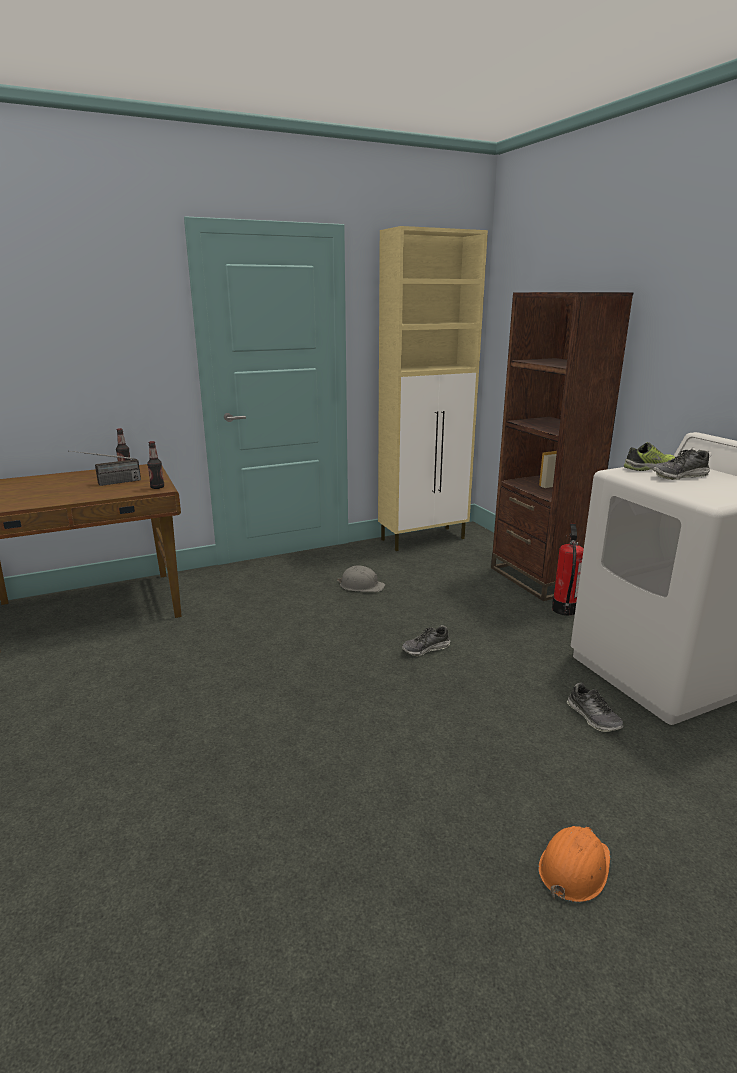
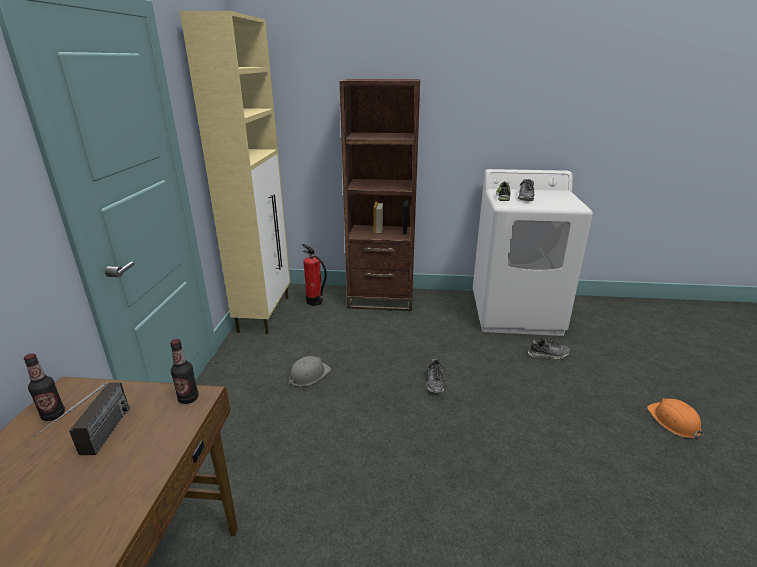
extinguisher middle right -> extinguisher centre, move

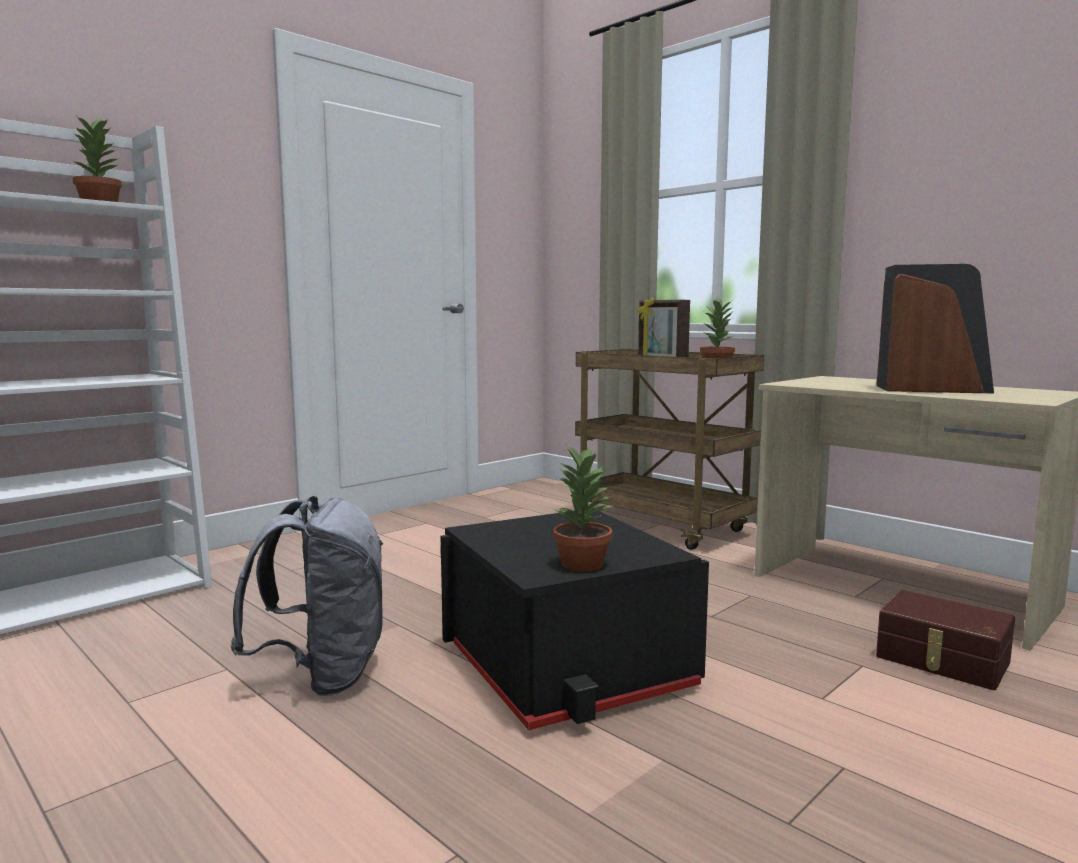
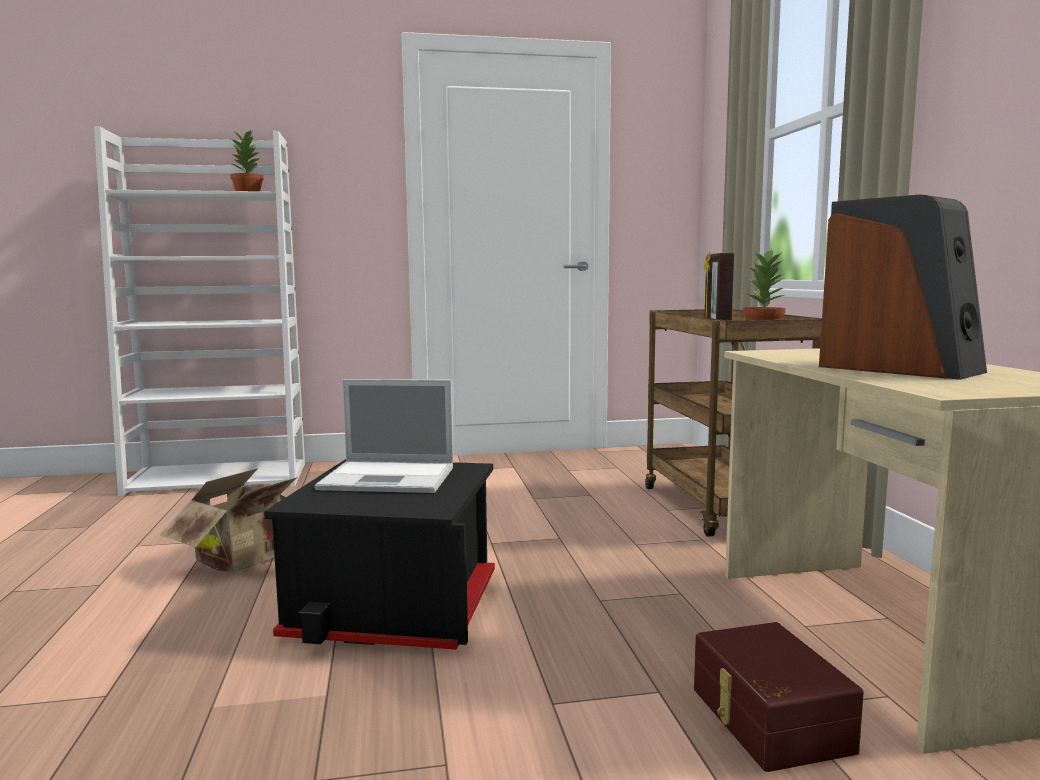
potted_plant (2nd from left) centre -> none
gray_rucksack bottom left -> carton bottom left
none -> notebook_computer centre

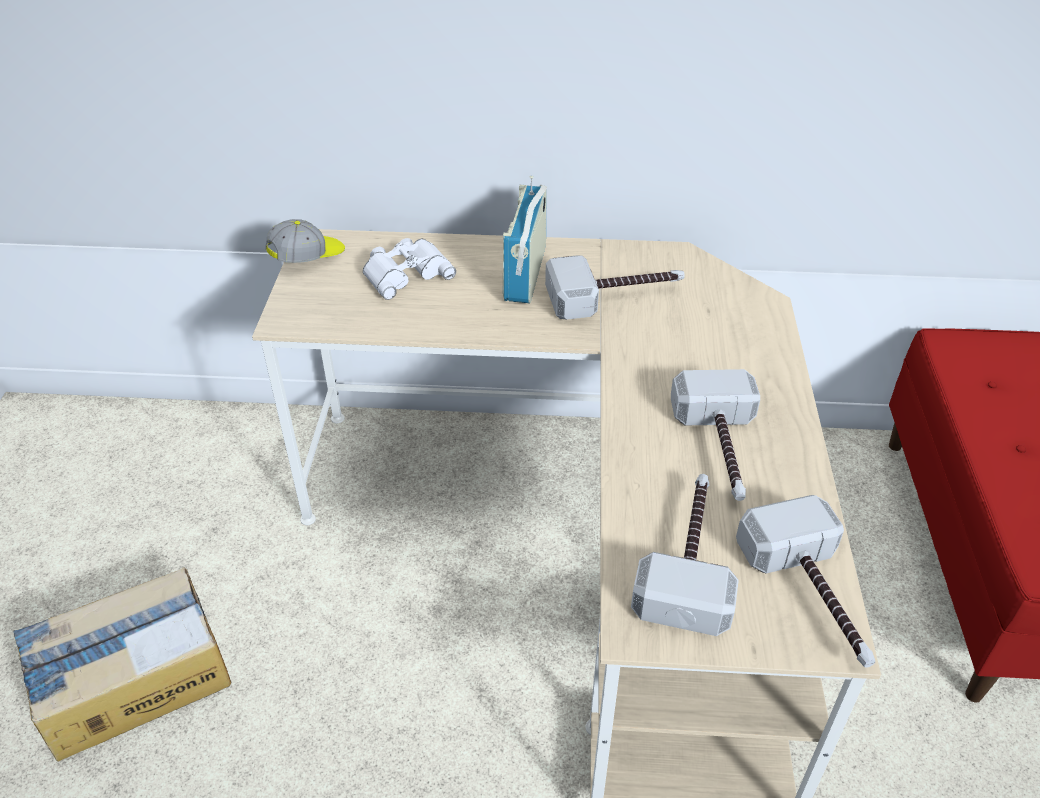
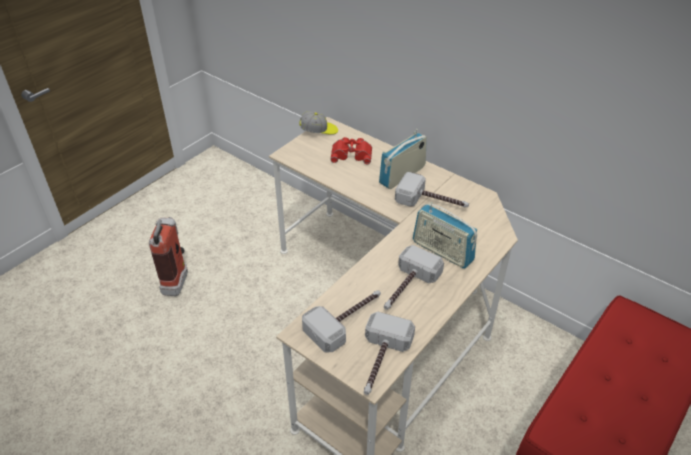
whitish_binoculars centre -> red_binoculars top centre
carton bottom left -> extinguisher middle left
none -> radio_set (2nd from left) centre

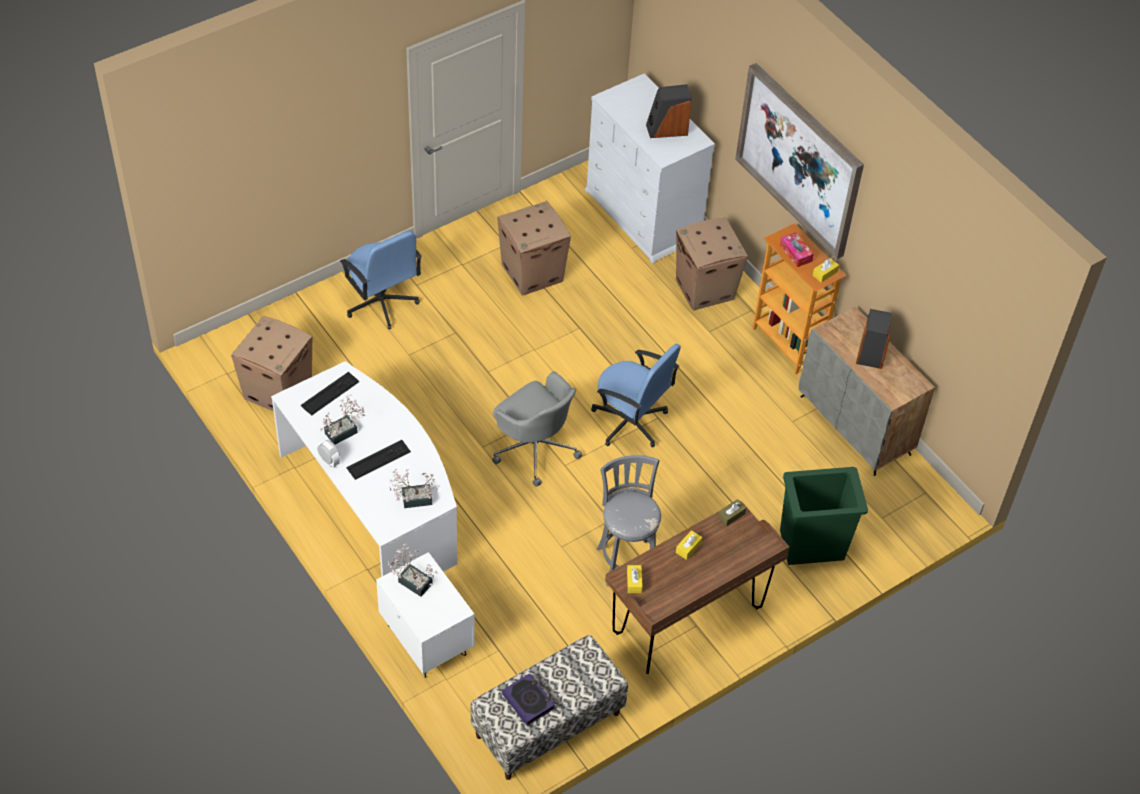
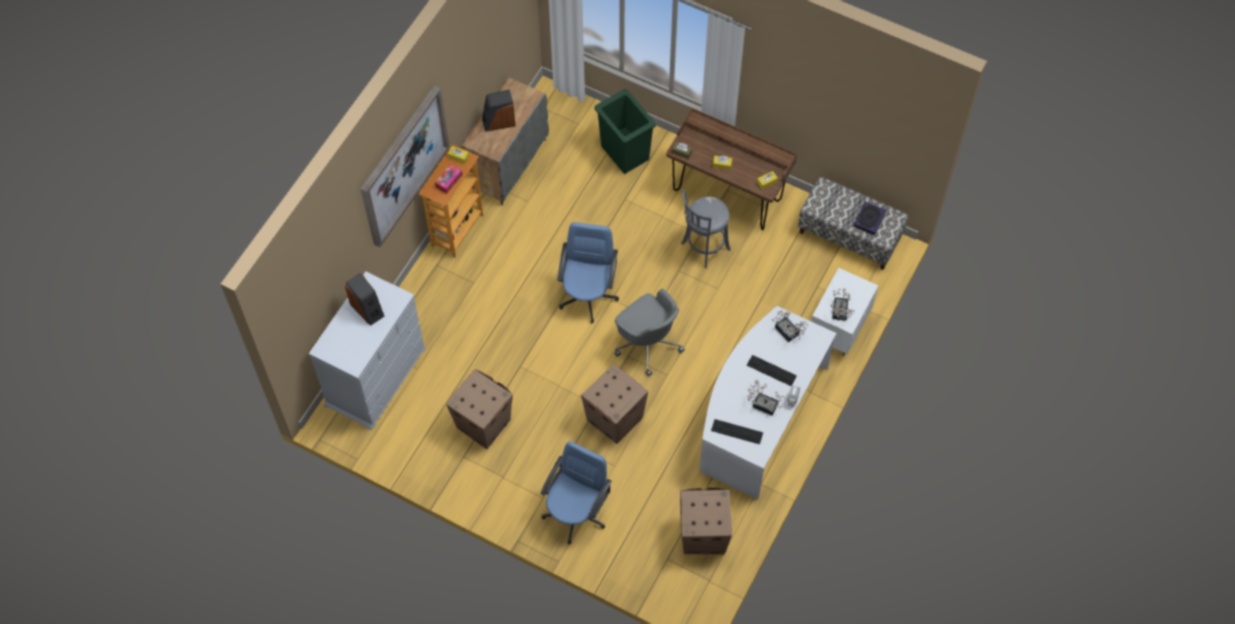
carton (3rd from left in the first image) top centre -> carton (2nd from left) centre, move
gray_computer_chair centre, 120 degrees clockwise

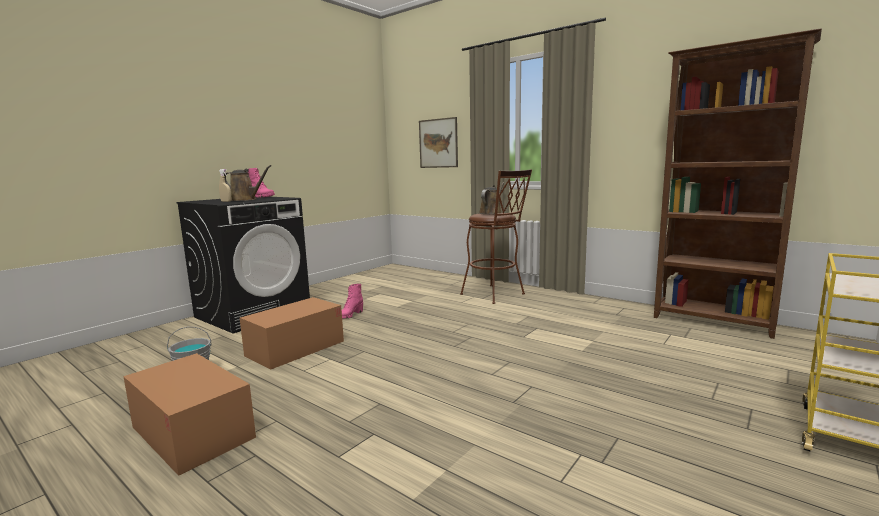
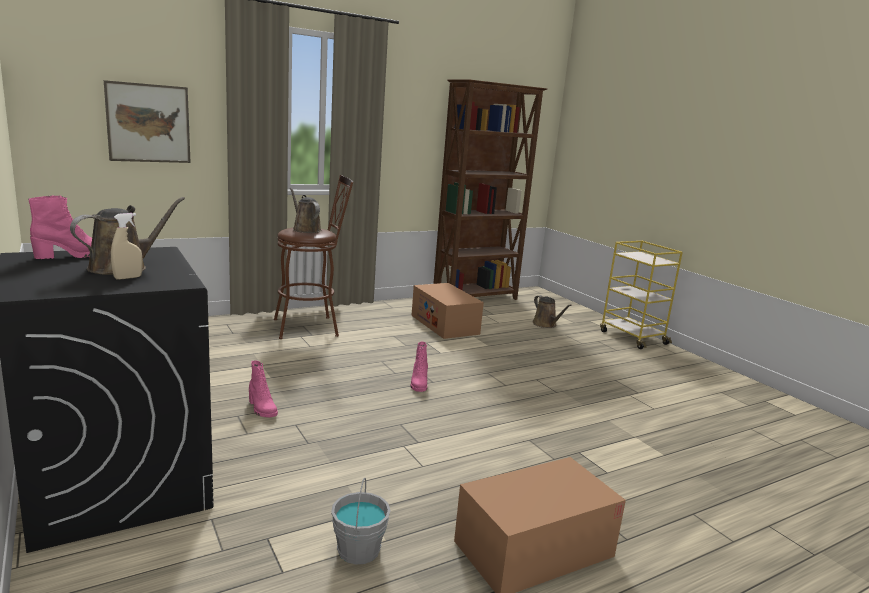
carton (2nd from left in the first image) middle left -> carton (1st from left) centre, move
none -> brown_watering_can (3rd from left) centre
none -> pinkish_high-top_boot (3rd from left) centre

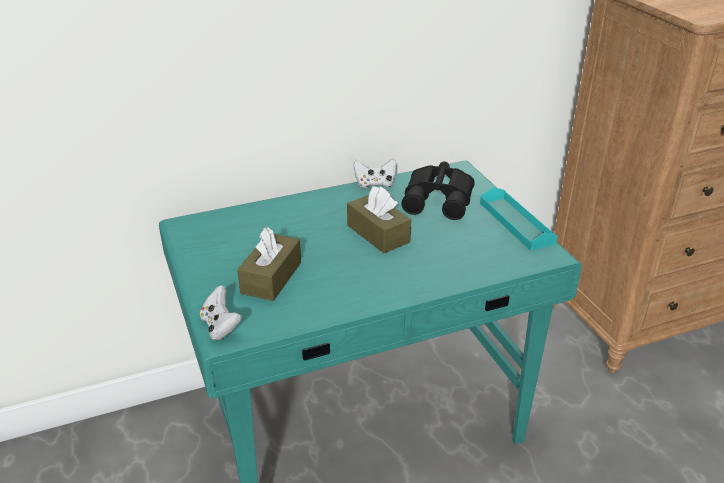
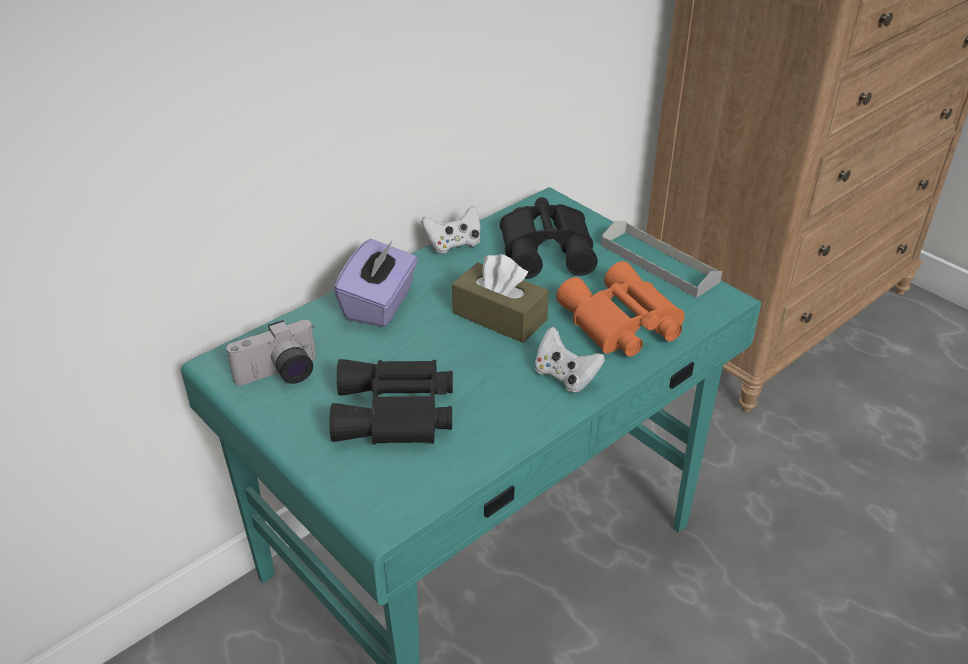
turquoise_carrying_tray middle right -> gray_carrying_tray middle right
brown_tissue_holder (1st from left) centre -> black_binoculars (1st from left) centre
whitish_gamepad (1st from left in the first image) middle left -> whitish_gamepad (2nd from left) centre, move
none -> purplish_tissue_holder centre
none -> orange_binoculars centre
none -> still_camera middle left

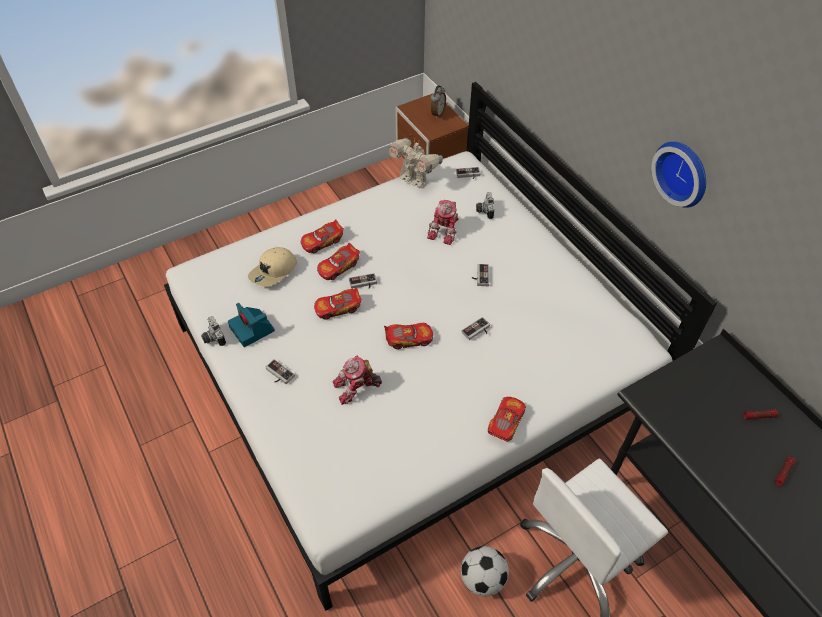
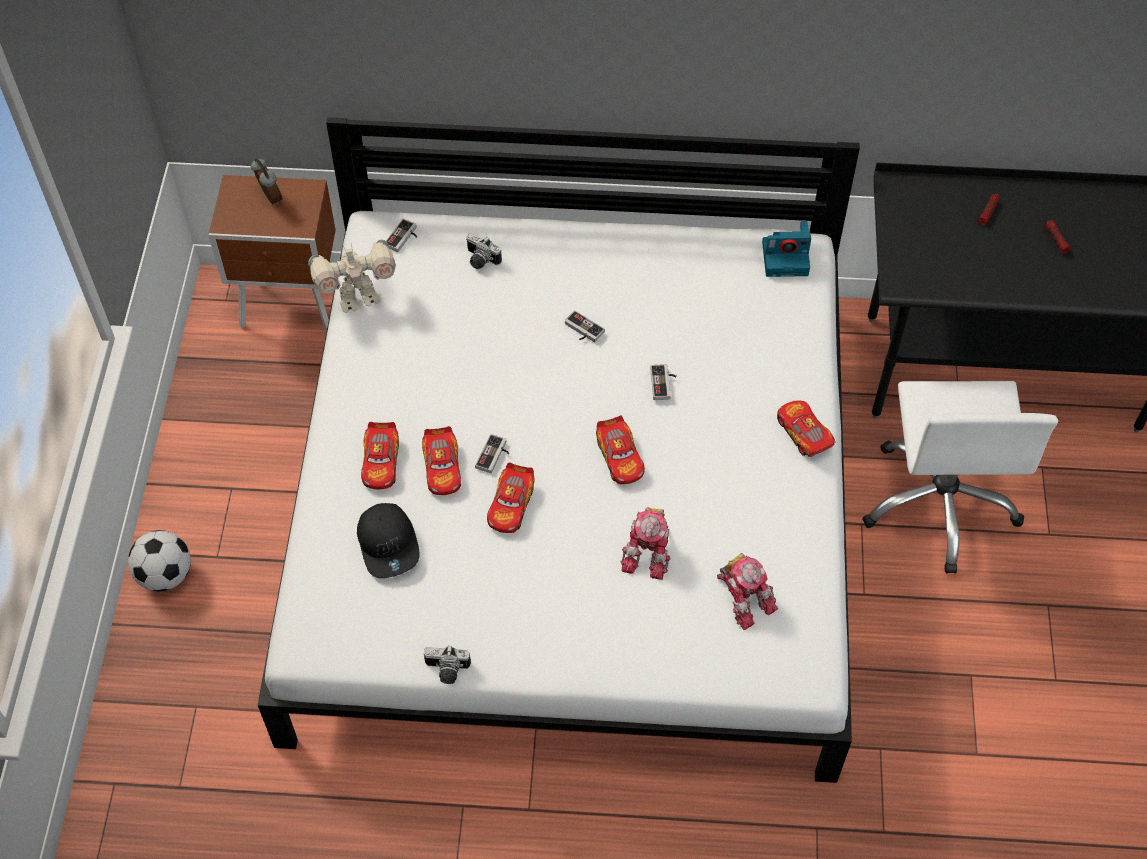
hanging_clock top right -> none
toy_robot (3rd from left) centre -> toy_robot (3rd from left) bottom centre, move
sand-coloured_cap middle left -> black_cap centre
still_camera (2nd from left in the first image) middle left -> still_camera (3rd from left) top right, move
miniature_car (4th from left) centre, 135 degrees clockwise
gamepad (1st from left) centre -> none
ball_for_football bottom centre -> ball_for_football middle left, move

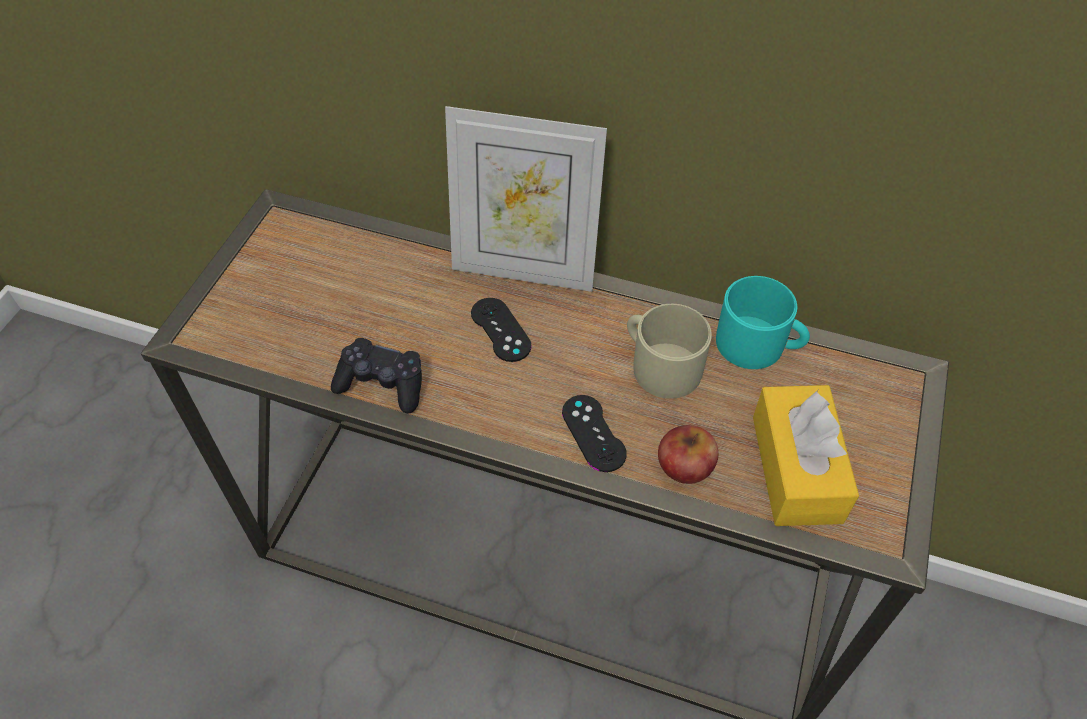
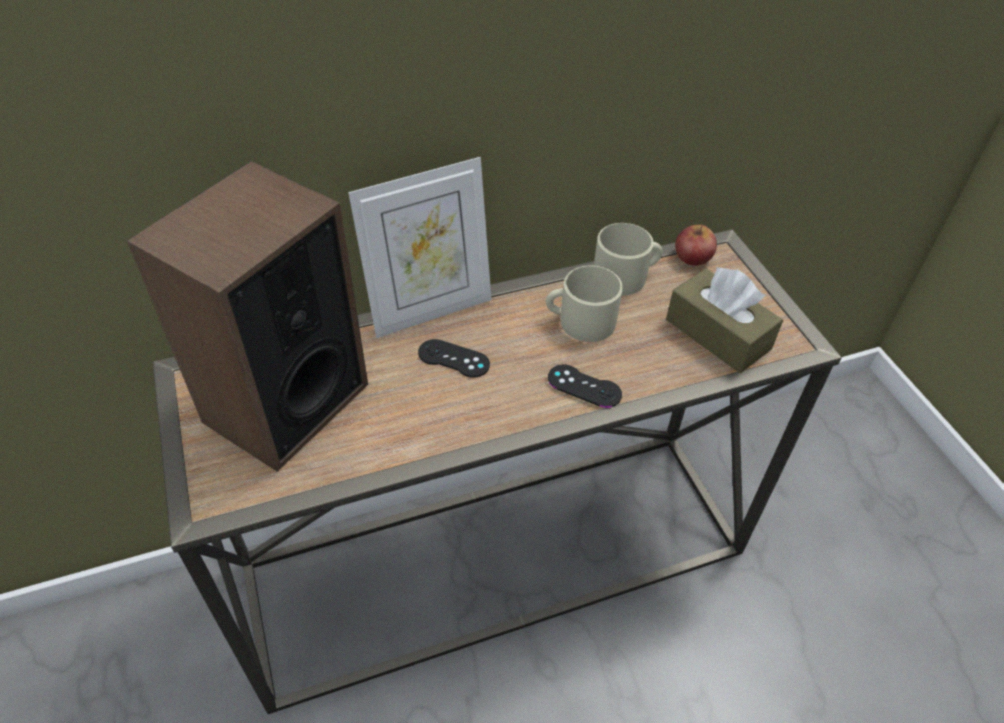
turquoise_tea_mug middle right -> sand-coloured_tea_mug (2nd from left) centre
black_gamepad (1st from left) centre -> none
yellow-coloured_tissue_holder middle right -> brown_tissue_holder middle right
whole_apple centre -> whole_apple middle right, move
none -> loudspeaker middle left

